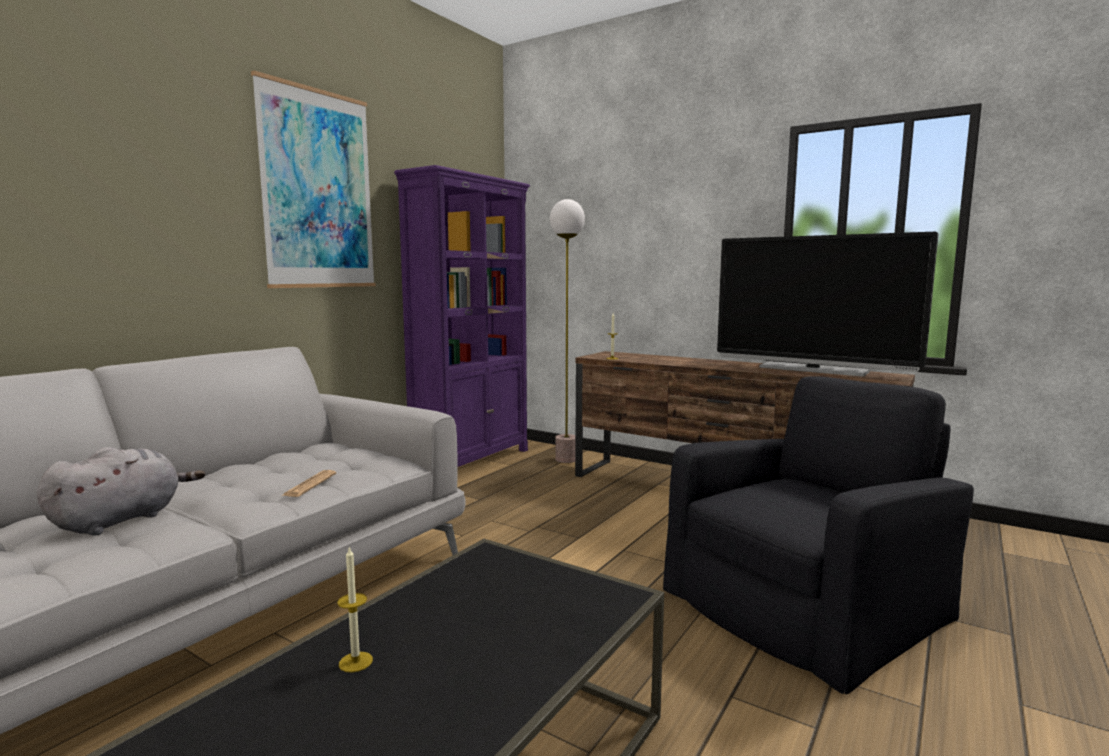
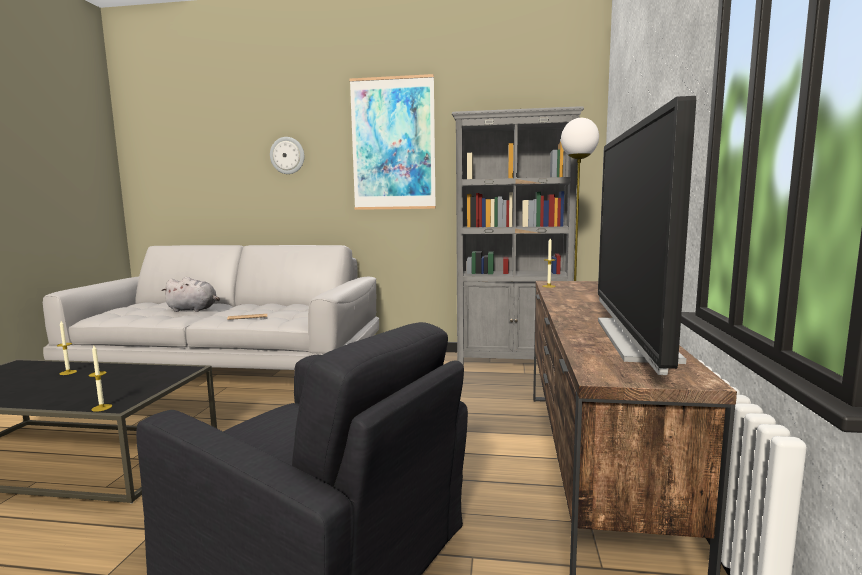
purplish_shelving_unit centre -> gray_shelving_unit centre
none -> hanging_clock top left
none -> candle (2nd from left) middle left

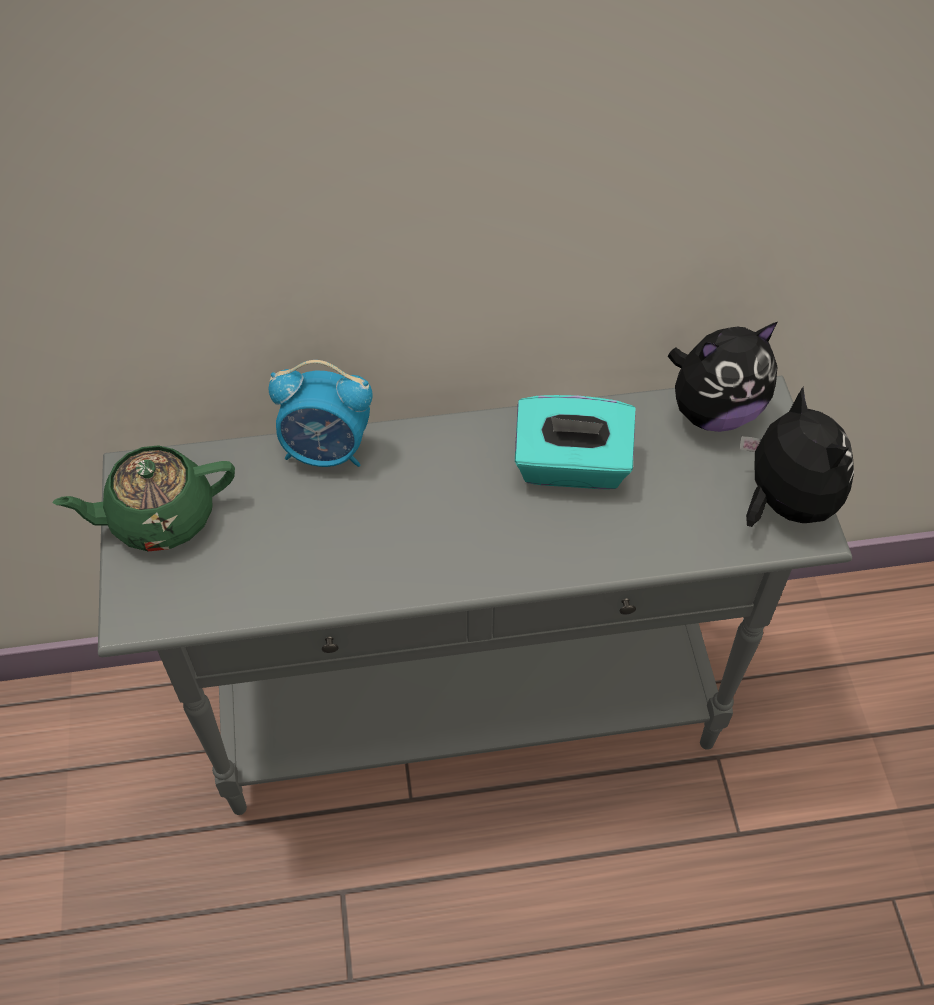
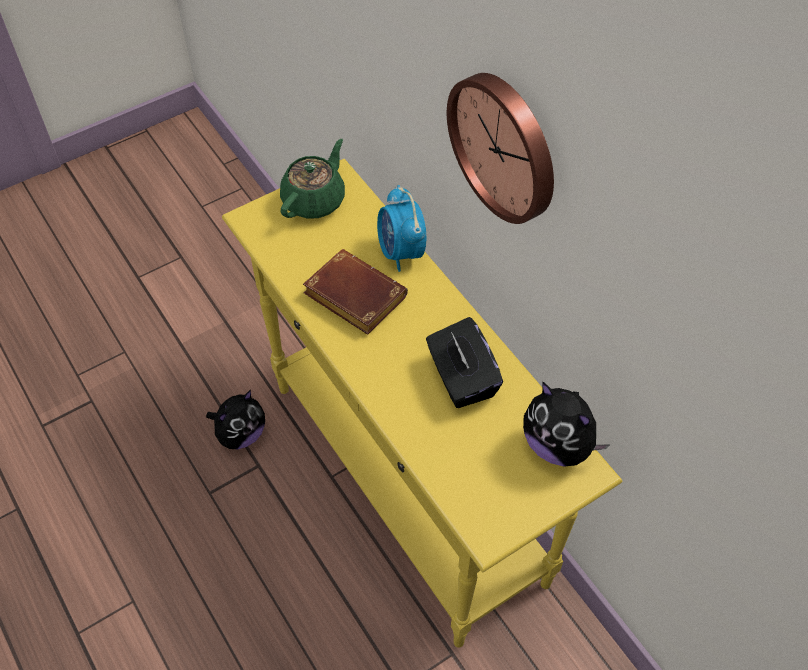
gray_narrow_table centre -> yellow-coloured_narrow_table centre
soft_toy (2nd from left in the first image) middle right -> soft_toy (1st from left) middle left, move
turquoise_tissue_holder centre -> black_tissue_holder centre
greenish_teapot middle left -> greenish_teapot top centre, 75 degrees clockwise
none -> hanging_clock top centre
none -> brown_bound_book centre

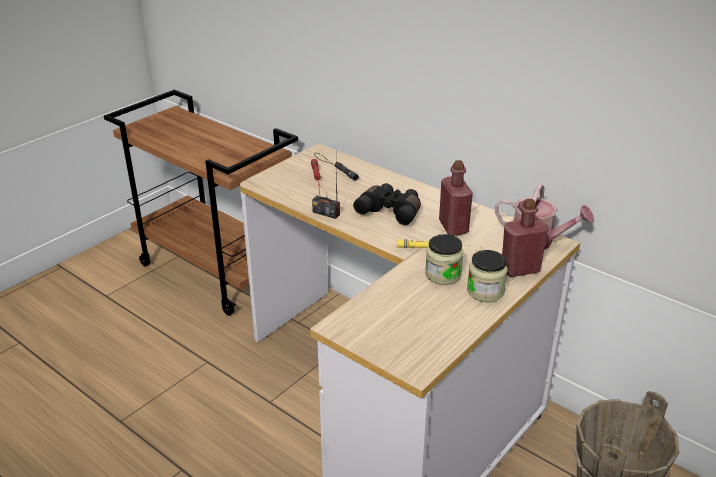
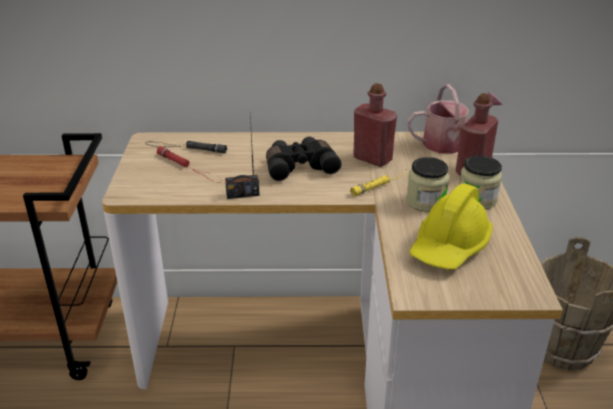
none -> yellow-coloured_work_helmet middle right

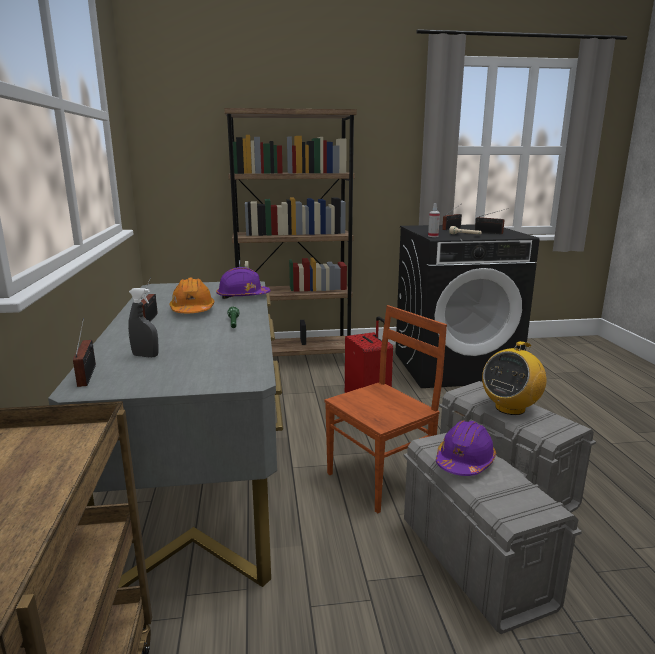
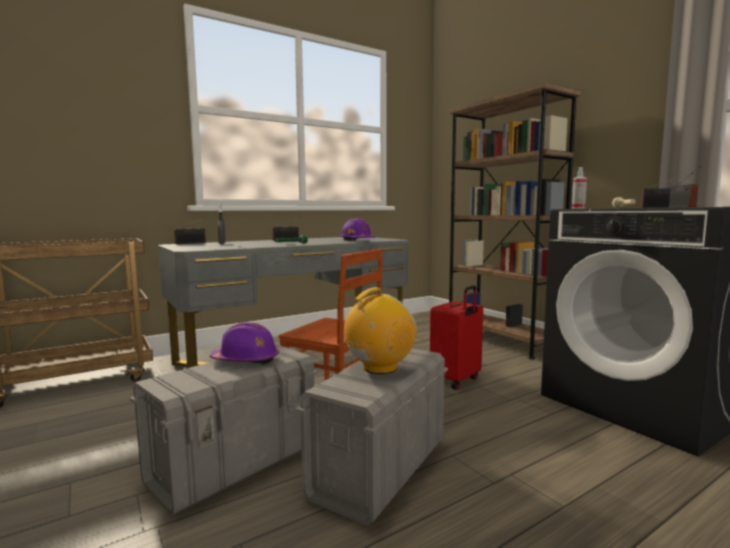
orange_work_helmet middle left -> none
radio_set (5th from left in the first image) middle right -> radio_set (3rd from left) centre, 120 degrees clockwise

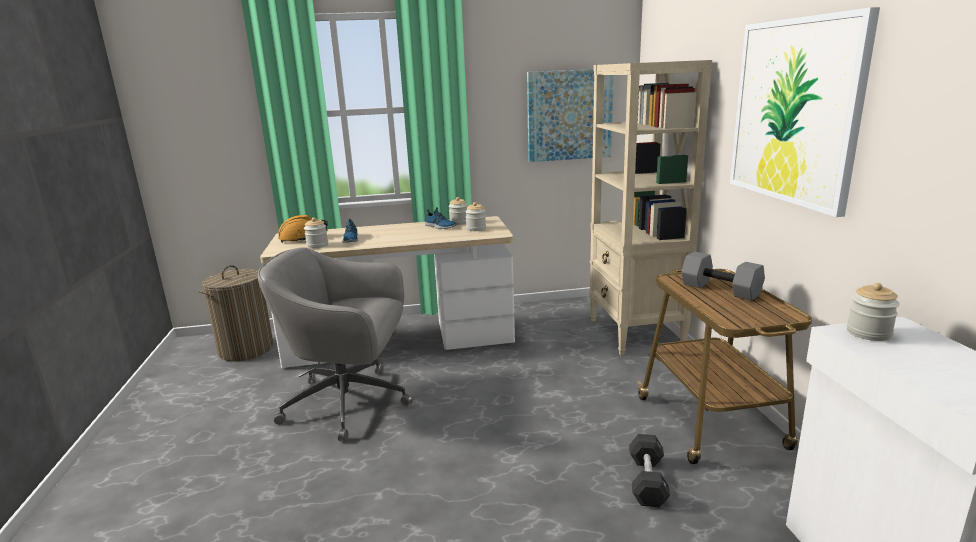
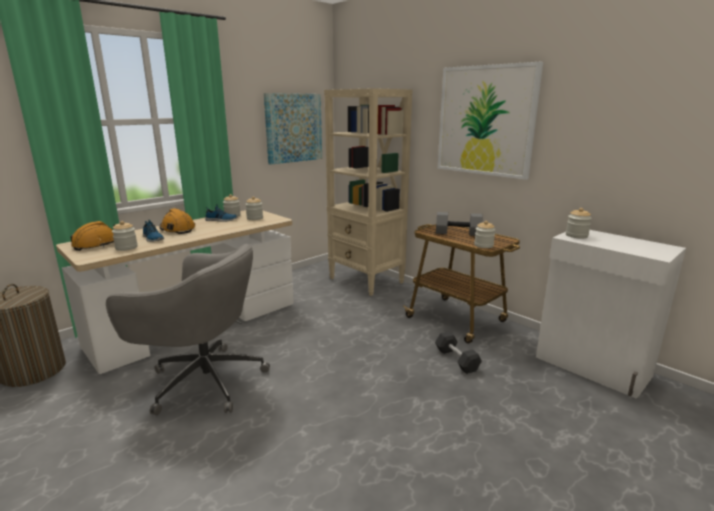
gray_computer_chair centre -> gray_computer_chair middle left, 135 degrees counterclockwise
none -> orange_work_helmet (2nd from left) middle left
none -> preserve_jar (4th from left) middle right

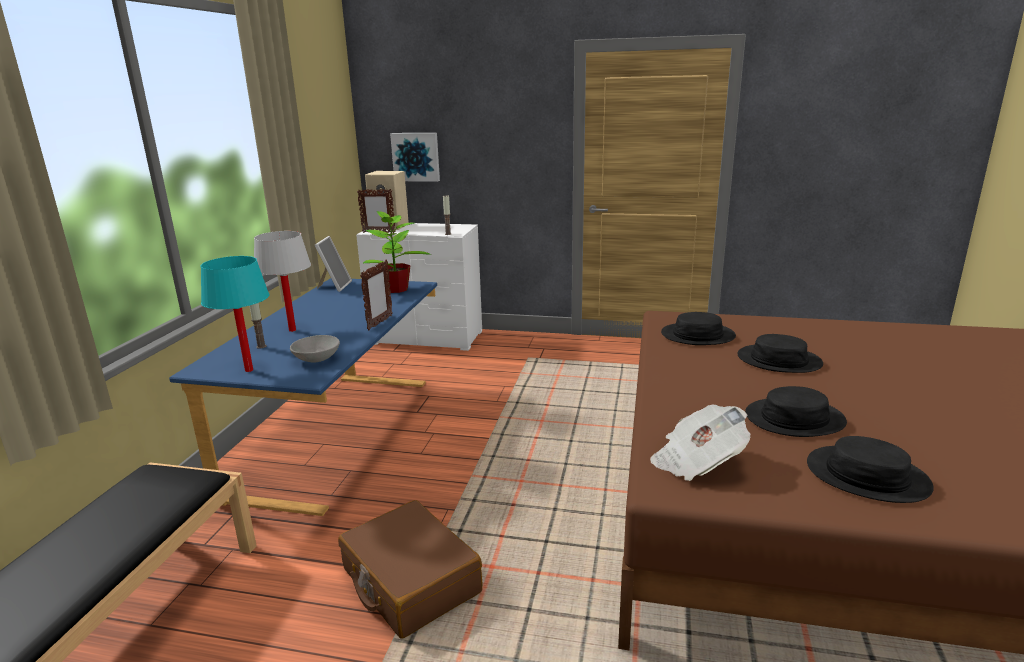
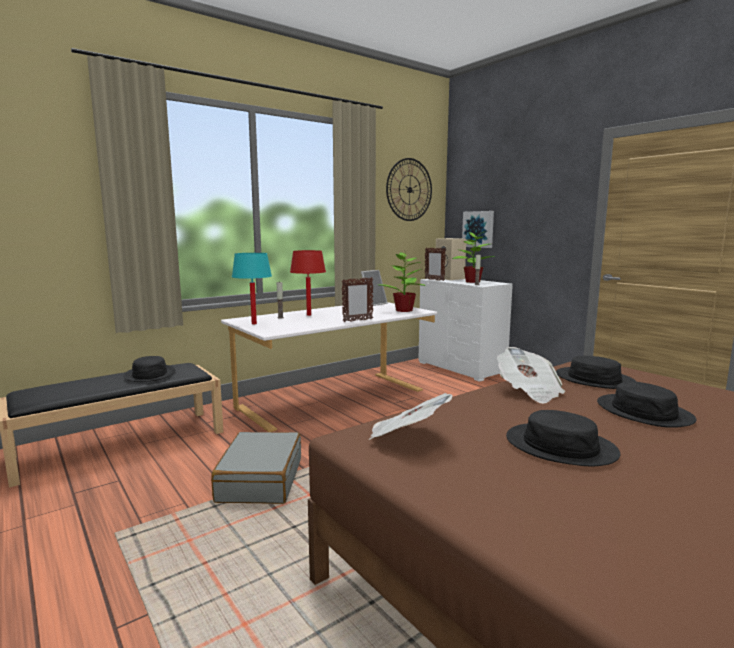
whitish_tabletop_lamp middle left -> red_tabletop_lamp centre
blue-coloured_desk_table middle left -> whitish_desk_table centre
gray_bowl middle left -> none
black_clothing_hat (4th from left in the first image) bottom right -> black_clothing_hat (1st from left) middle left, move
brown_travel_case bottom centre -> gray_travel_case bottom centre
none -> hanging_clock top centre
none -> potted_plant (2nd from left) centre
none -> newspaper (2nd from left) middle right

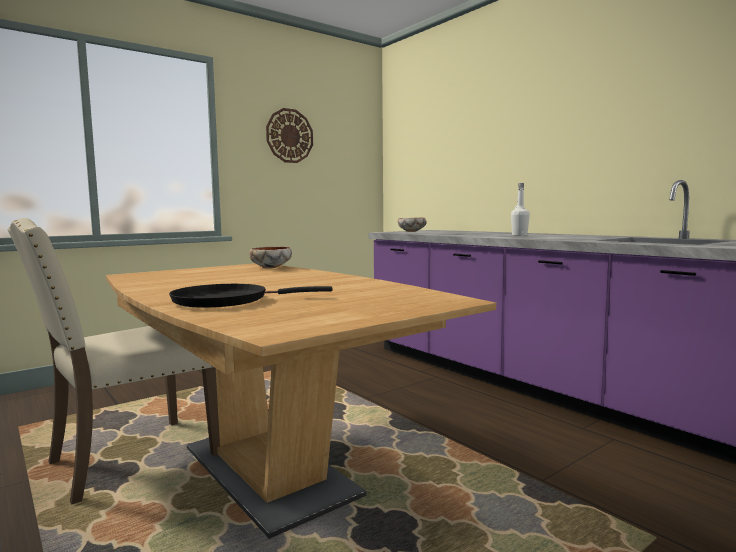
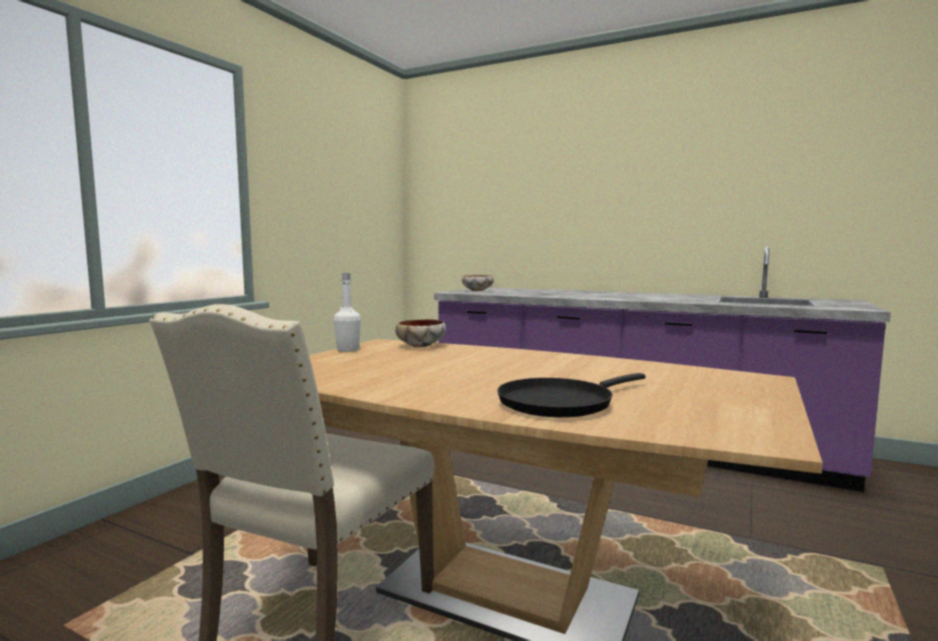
hanging_clock top centre -> none
whitish_drink_bottle middle right -> whitish_drink_bottle centre, move

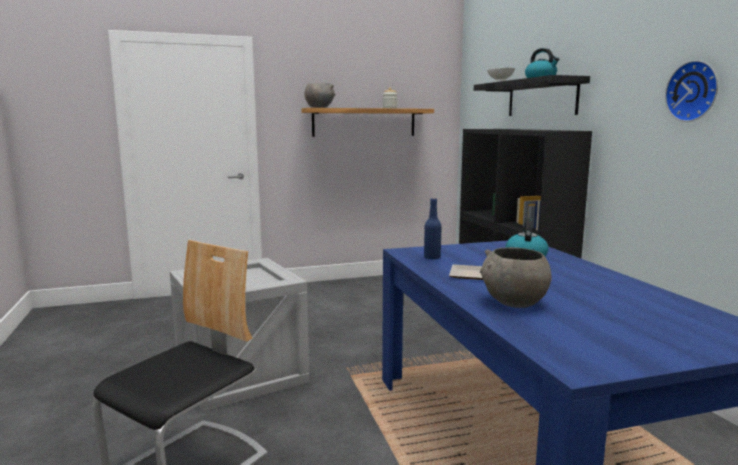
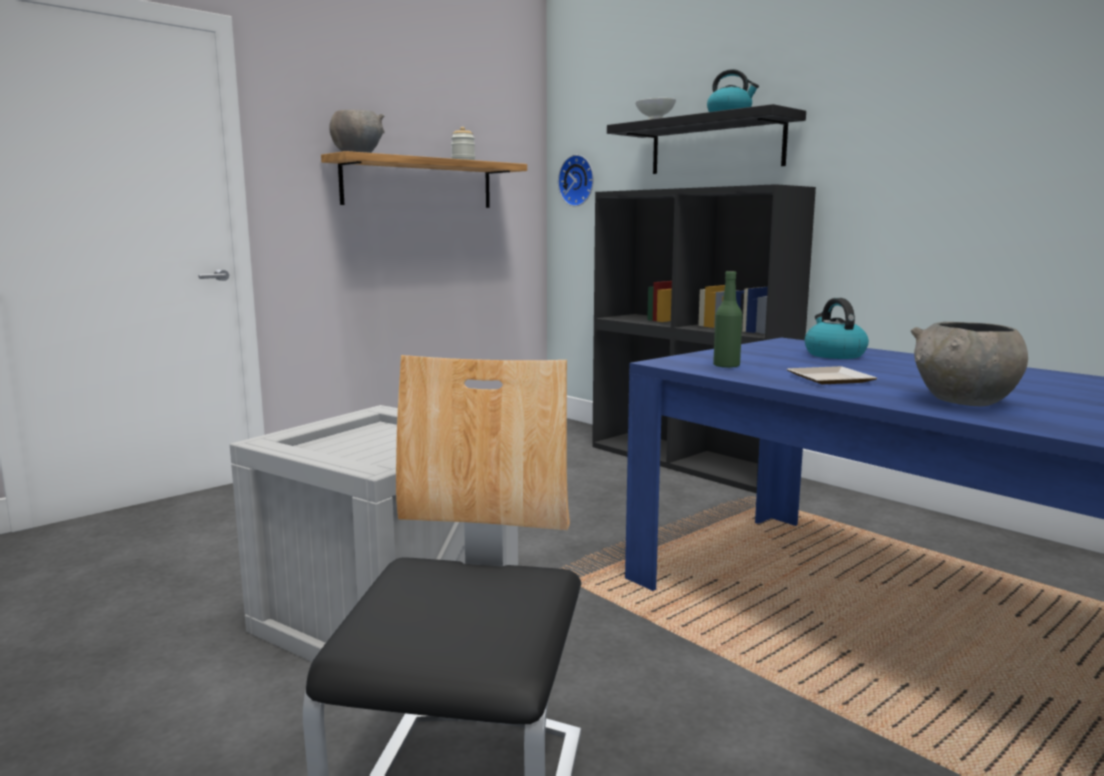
hanging_clock top right -> hanging_clock top centre, move
blue-coloured_drink_bottle centre -> greenish_drink_bottle centre

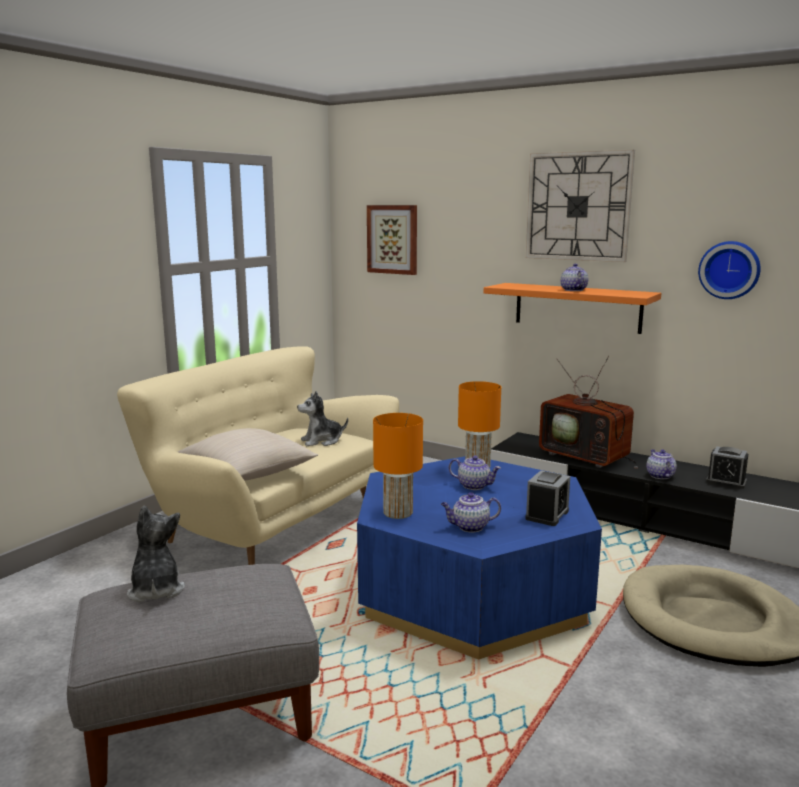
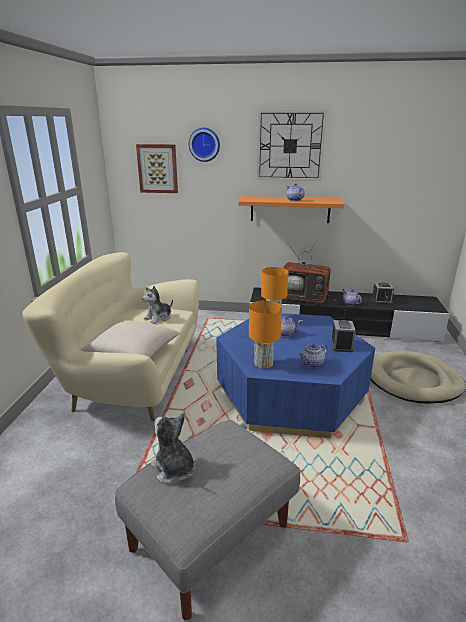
hanging_clock (2nd from left in the first image) middle right -> hanging_clock (1st from left) top centre, move

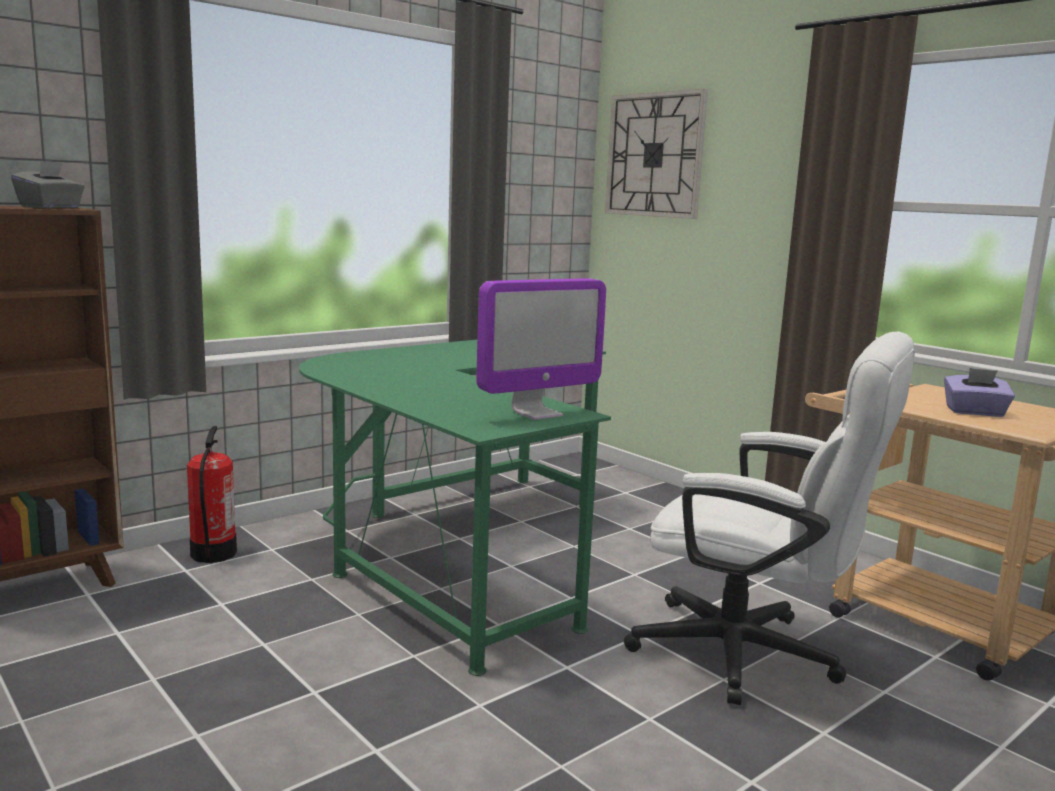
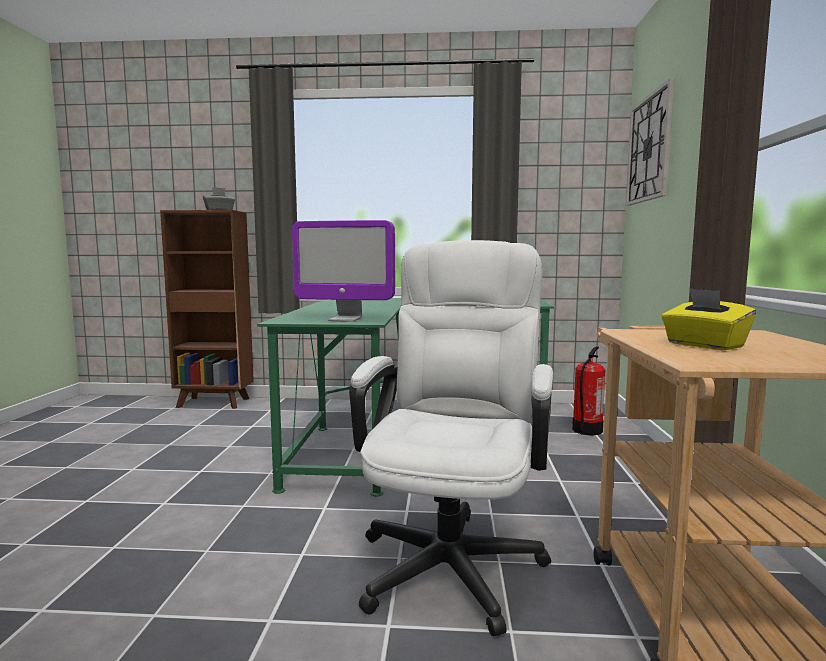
whitish_computer_chair middle right -> whitish_computer_chair centre, 150 degrees counterclockwise
purplish_tissue_holder middle right -> yellow-coloured_tissue_holder middle right
extinguisher middle left -> extinguisher middle right, move

